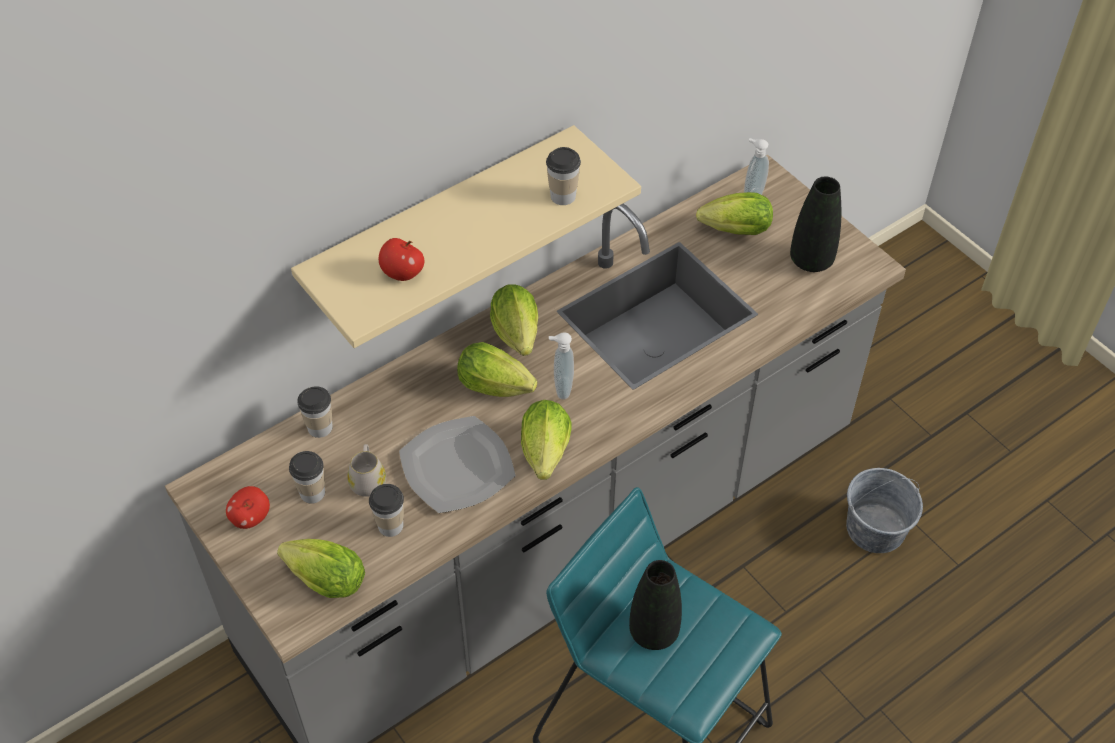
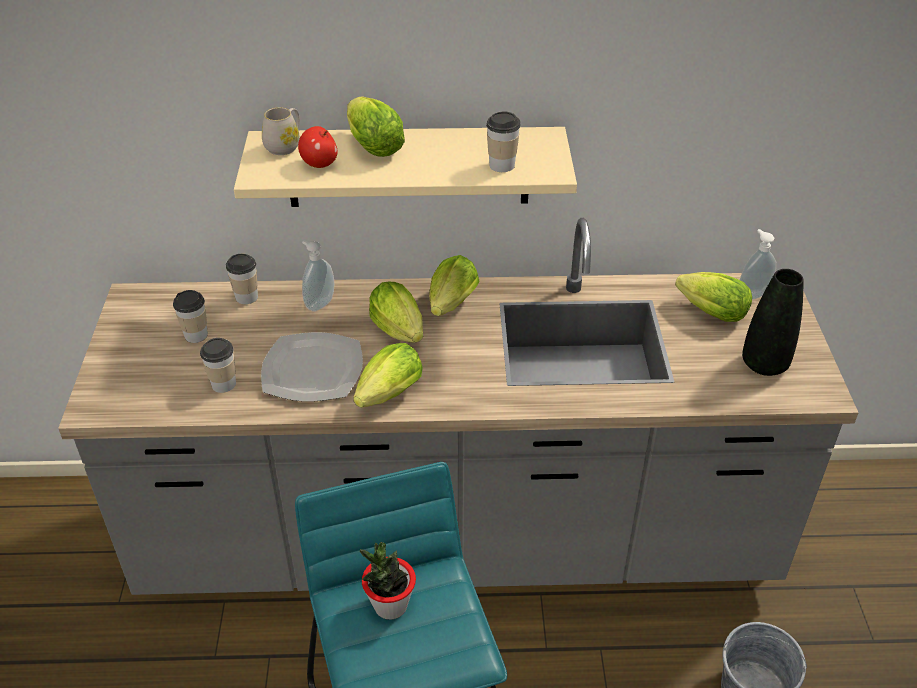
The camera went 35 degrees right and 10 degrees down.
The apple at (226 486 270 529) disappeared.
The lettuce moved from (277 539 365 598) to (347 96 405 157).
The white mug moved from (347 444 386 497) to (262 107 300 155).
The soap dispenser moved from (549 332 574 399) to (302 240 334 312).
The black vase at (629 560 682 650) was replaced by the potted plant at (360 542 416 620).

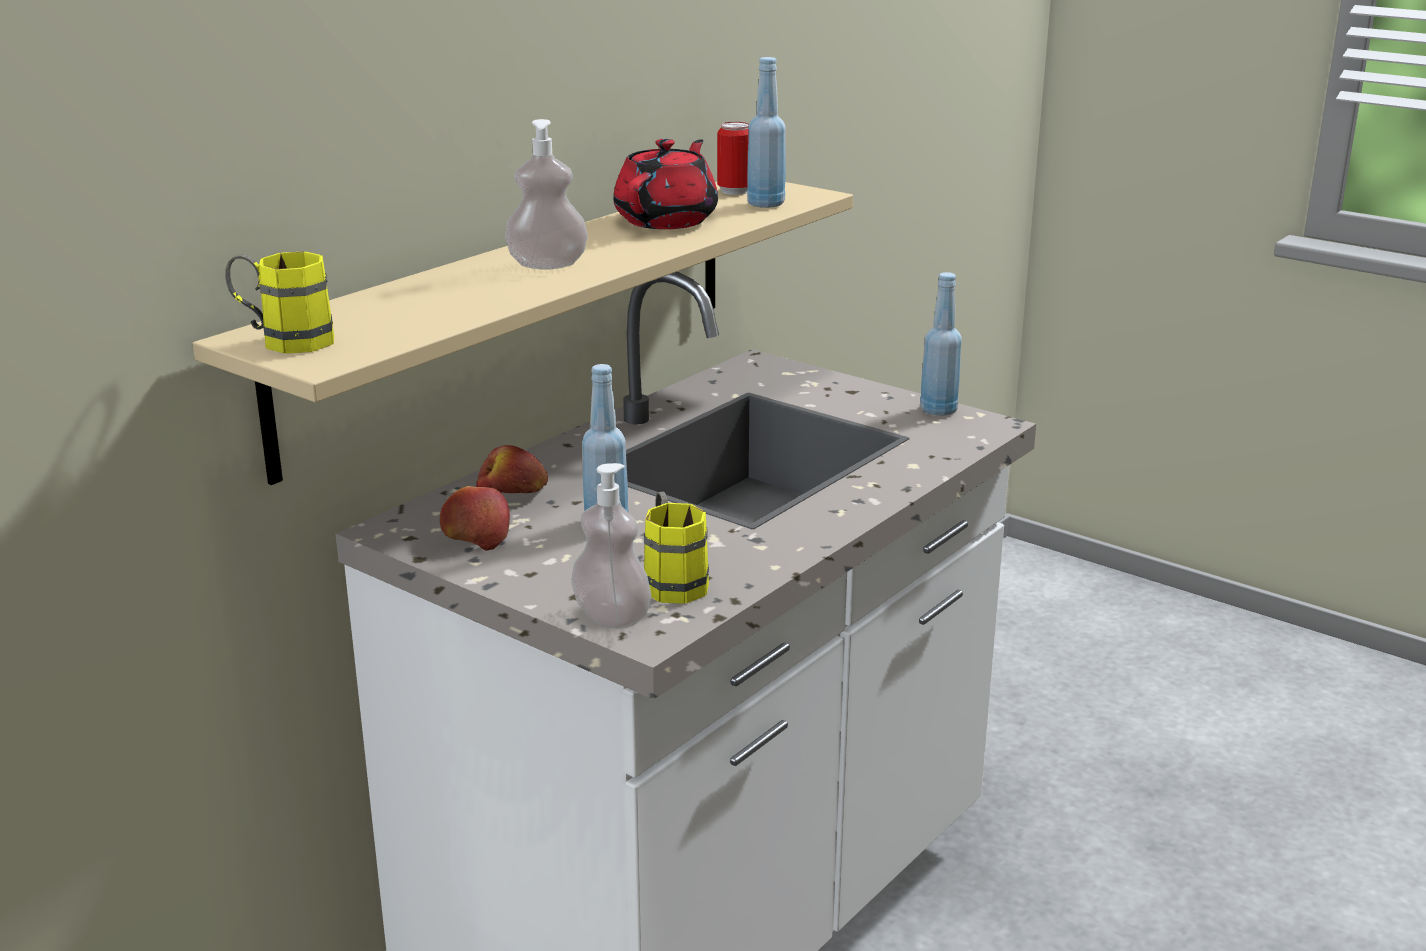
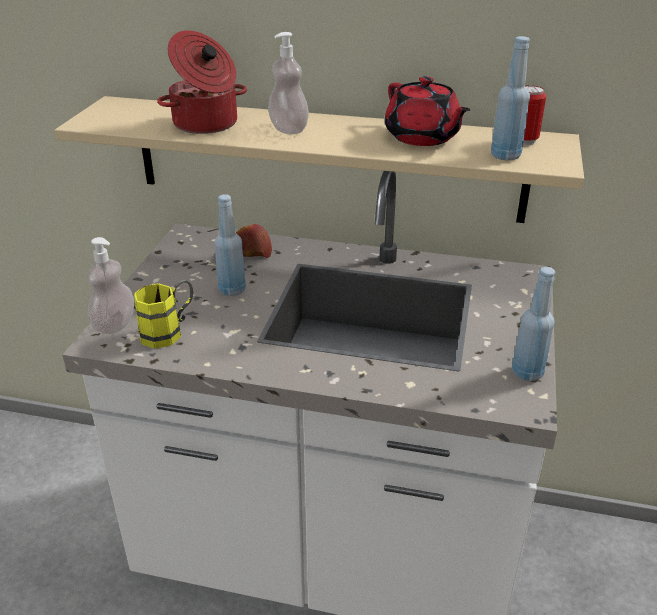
The camera went 65 degrees right and 10 degrees up.
The yellow mug at (225 251 334 354) disappeared.
The apple at (440 486 510 551) disappeared.
The red teapot at (613 139 718 229) turned 60 degrees clockwise.
The cooking pot at (157 30 247 134) appeared.

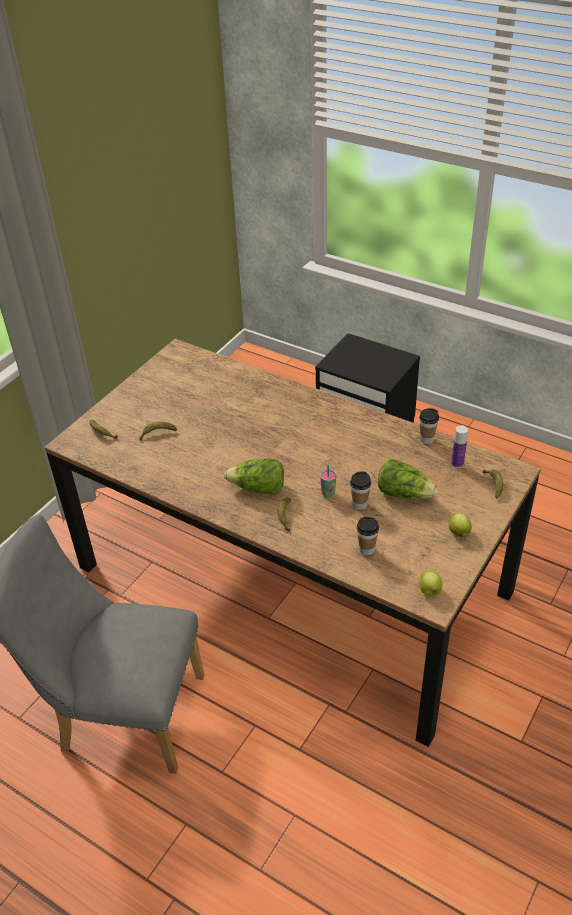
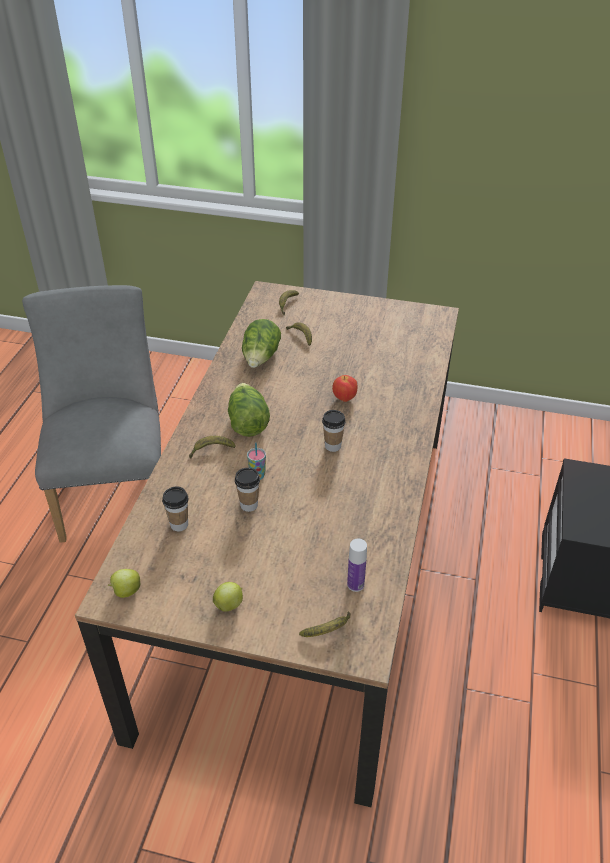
The camera went 70 degrees right and 0 degrees up.
The lettuce moved from (378 459 438 499) to (242 319 281 368).
The cup moved from (419 408 439 444) to (322 410 346 452).
The apple at (332 375 357 402) appeared.

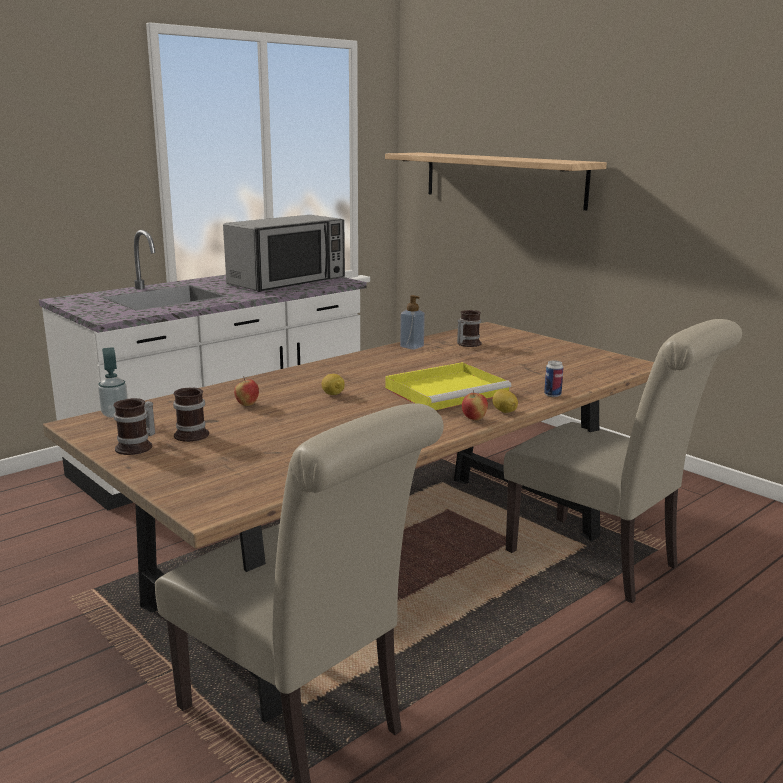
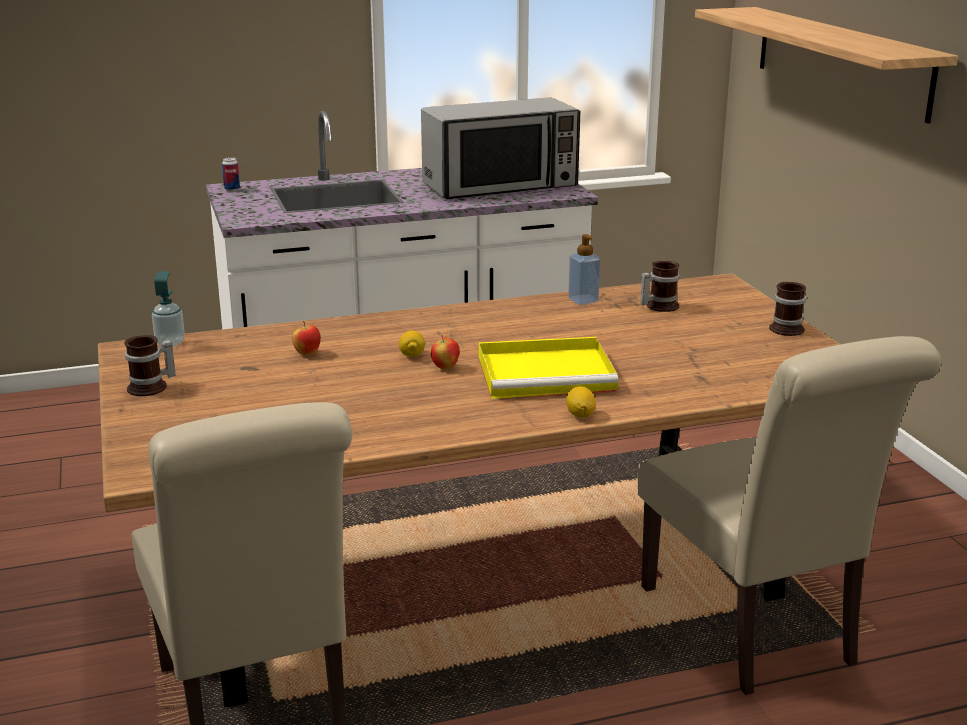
The camera went 25 degrees right and 5 degrees up.
The mug moved from (173 388 209 442) to (769 282 806 336).
The apple moved from (462 390 488 421) to (431 335 460 369).
The can moved from (544 361 563 397) to (222 157 240 191).

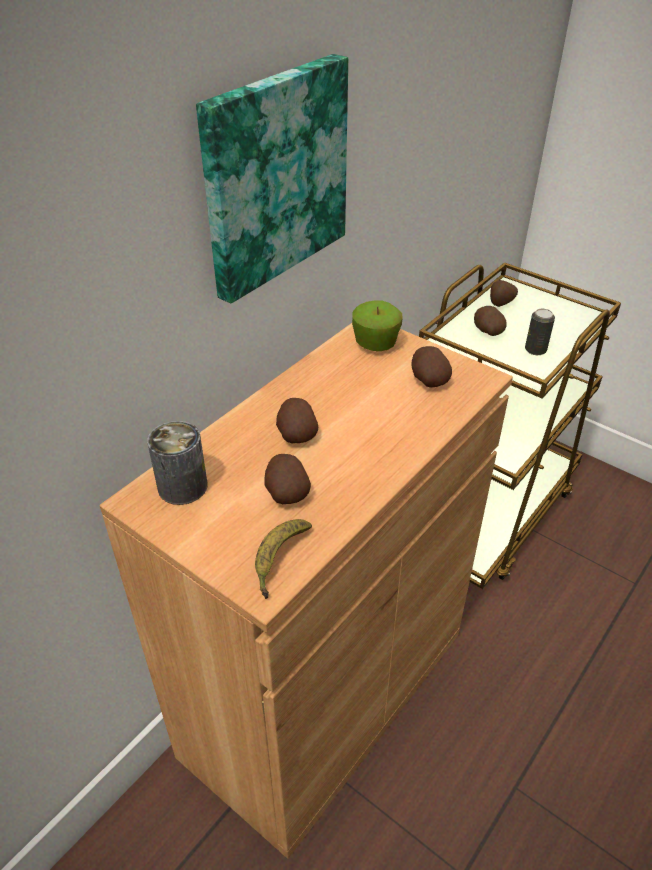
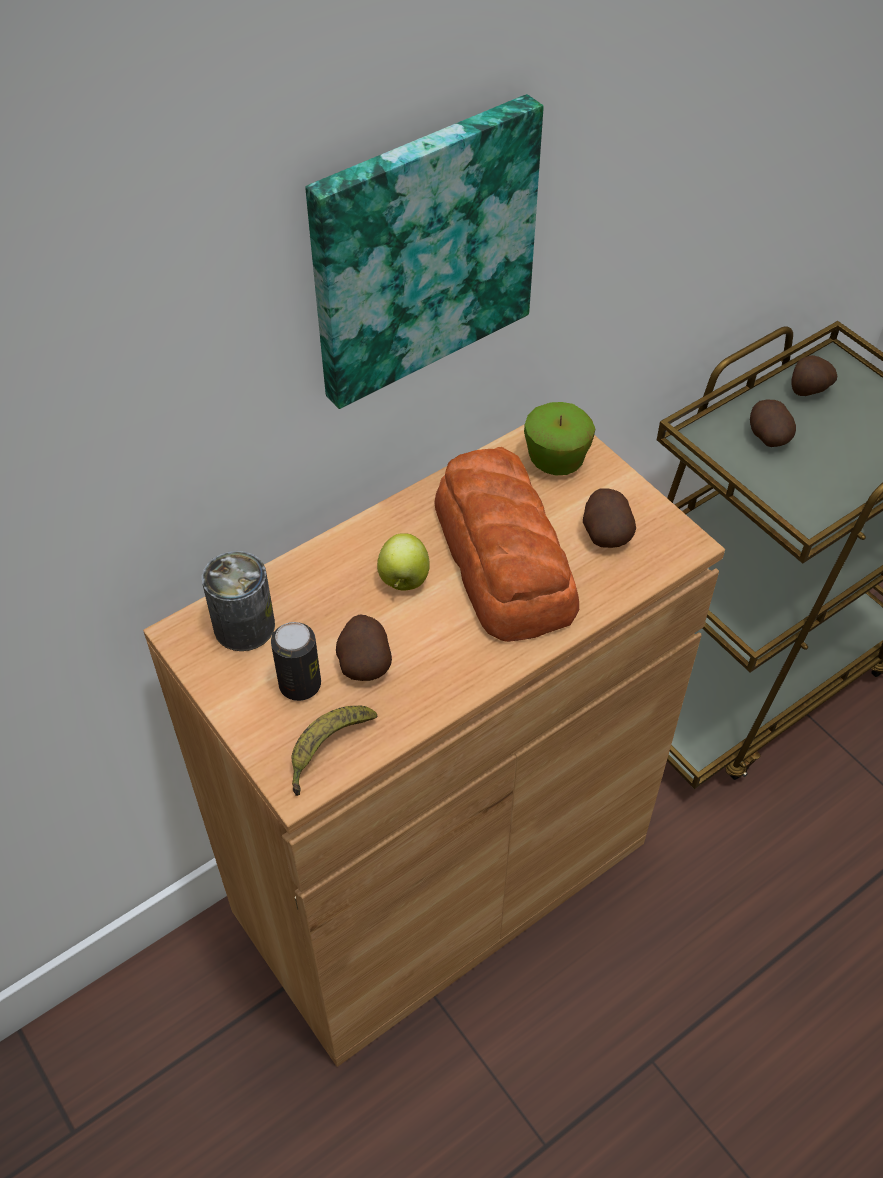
The camera went 15 degrees right and 10 degrees up.
The potato at (276 398 318 443) was replaced by the apple at (377 533 430 591).
The can moved from (525 309 555 355) to (271 622 321 701).
The bread at (434 447 579 642) appeared.

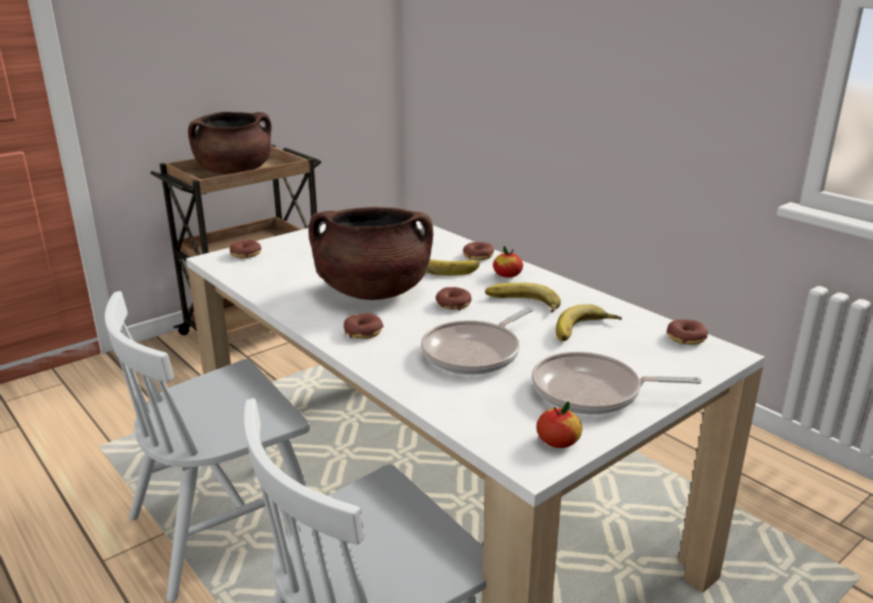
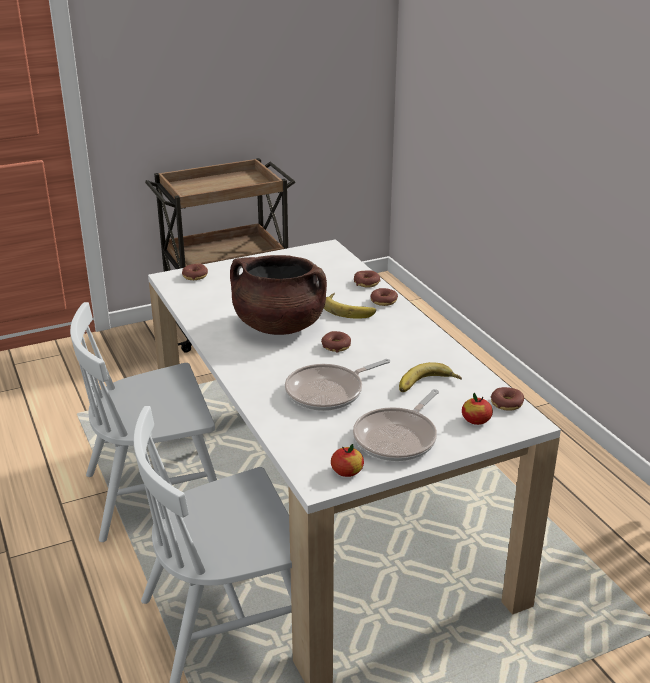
The camera went 15 degrees right and 5 degrees up.
The brown cooking pot at (188 112 272 175) disappeared.
The donut moved from (344 313 384 339) to (354 270 381 288).
The banana at (485 282 561 312) disappeared.
The apple moved from (493 246 523 278) to (462 393 493 425).
The frying pan at (531 352 702 415) turned 75 degrees counterclockwise.

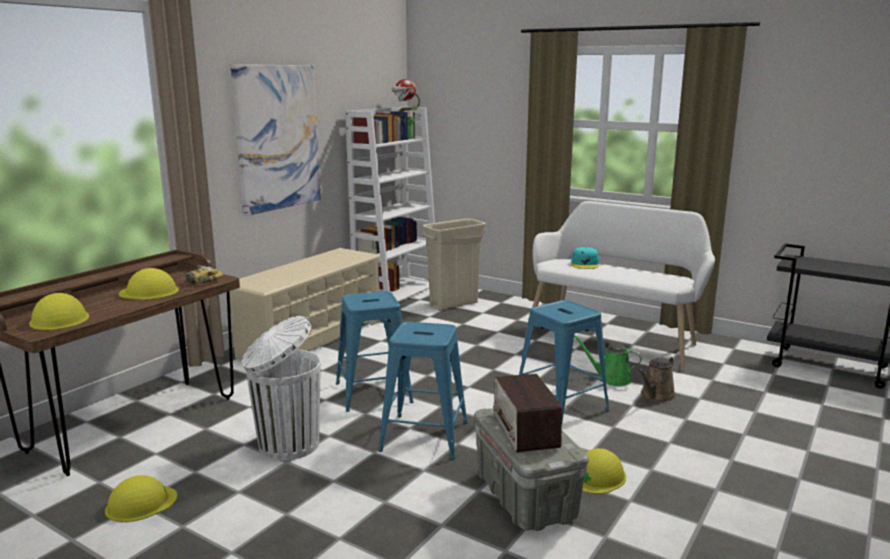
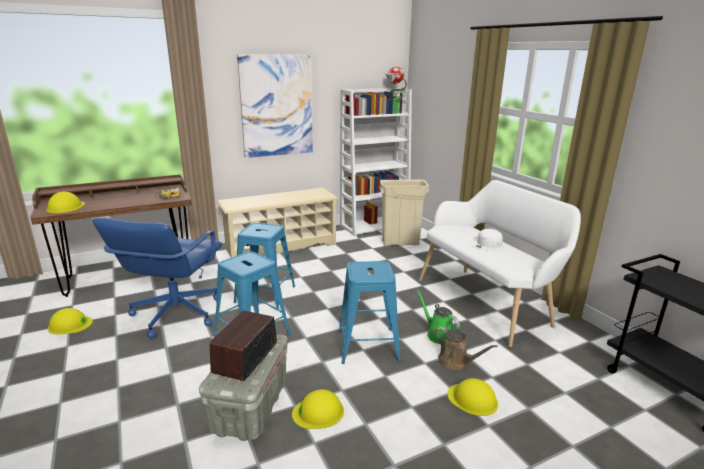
The camera went 30 degrees right and 5 degrees up.
The yellow hard hat moved from (119 268 179 300) to (447 378 498 416).
The white trash can at (241 316 321 461) was replaced by the blue office chair at (92 218 222 338).
The turquoise cap at (571 247 599 269) disappeared.
The brown watering can at (638 356 676 402) turned 120 degrees counterclockwise.
The white cap at (471 229 503 250) appeared.

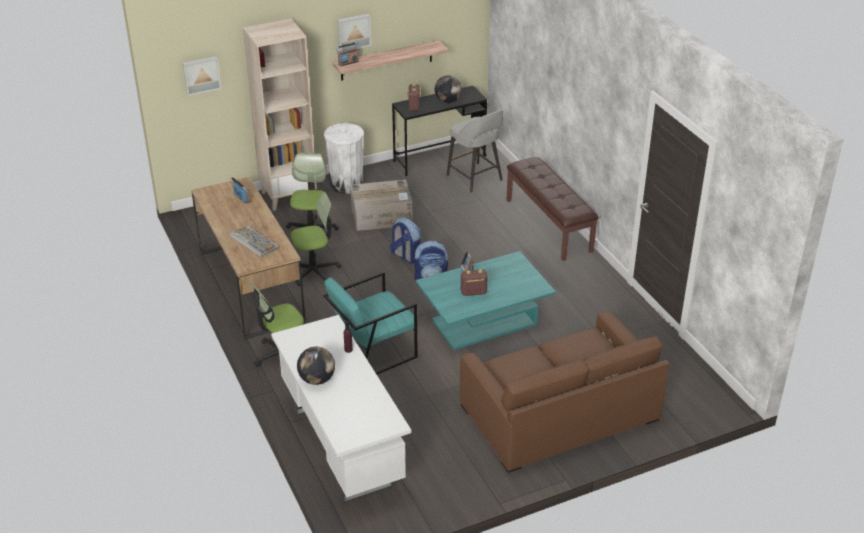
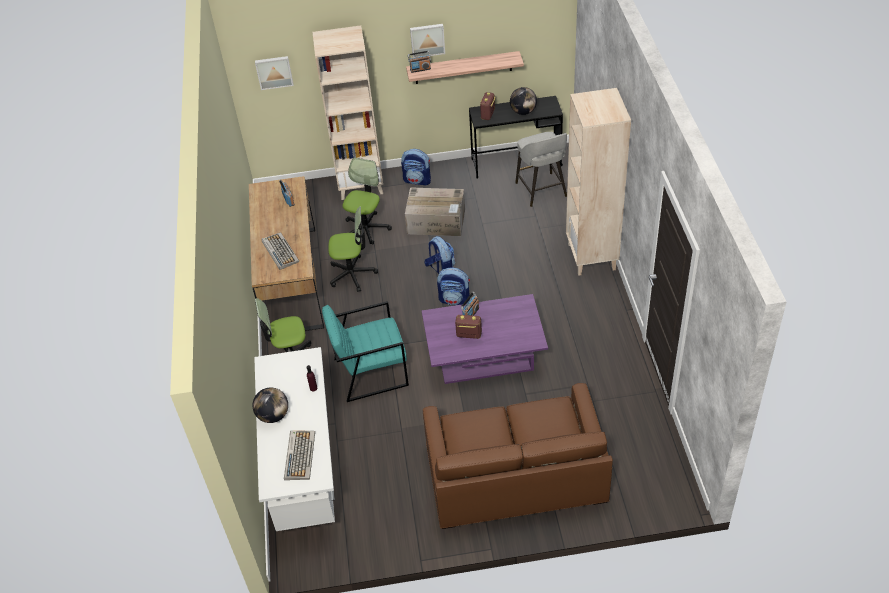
The camera went 20 degrees right and 10 degrees up.
The white trash can at (324 123 364 194) was replaced by the backpack at (401 149 431 185).
The turquoise coffee table at (416 251 556 350) became the purple coffee table at (422 294 548 384).
The brown bench at (507 157 599 261) was replaced by the beige bookcase at (566 88 631 276).
The keyboard at (284 430 315 480) appeared.

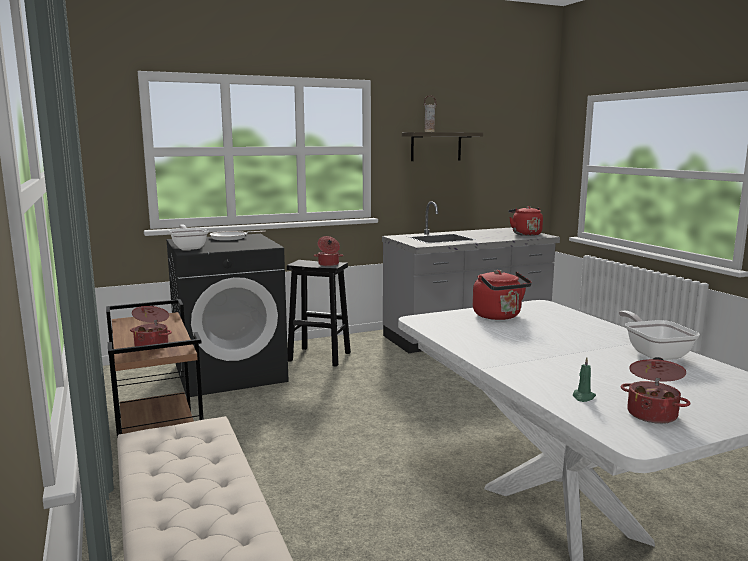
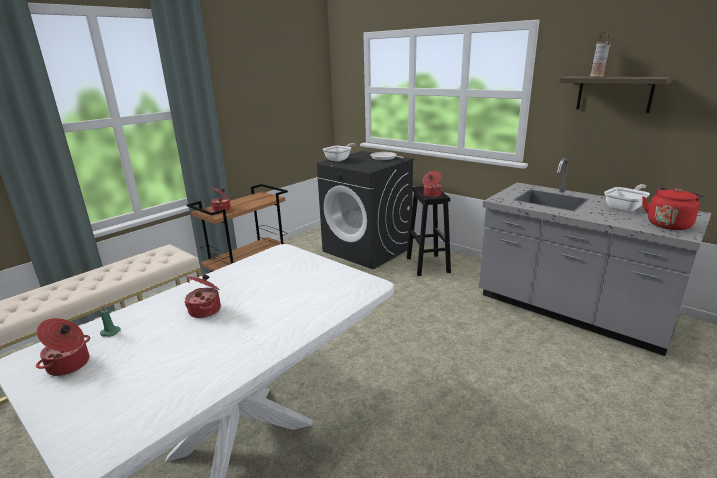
The camera went 65 degrees right and 10 degrees up.
The red kettle at (473 270 532 320) disappeared.
The frying pan moved from (619 311 700 360) to (604 184 650 212).
The cooking pot at (184 274 221 318) appeared.

